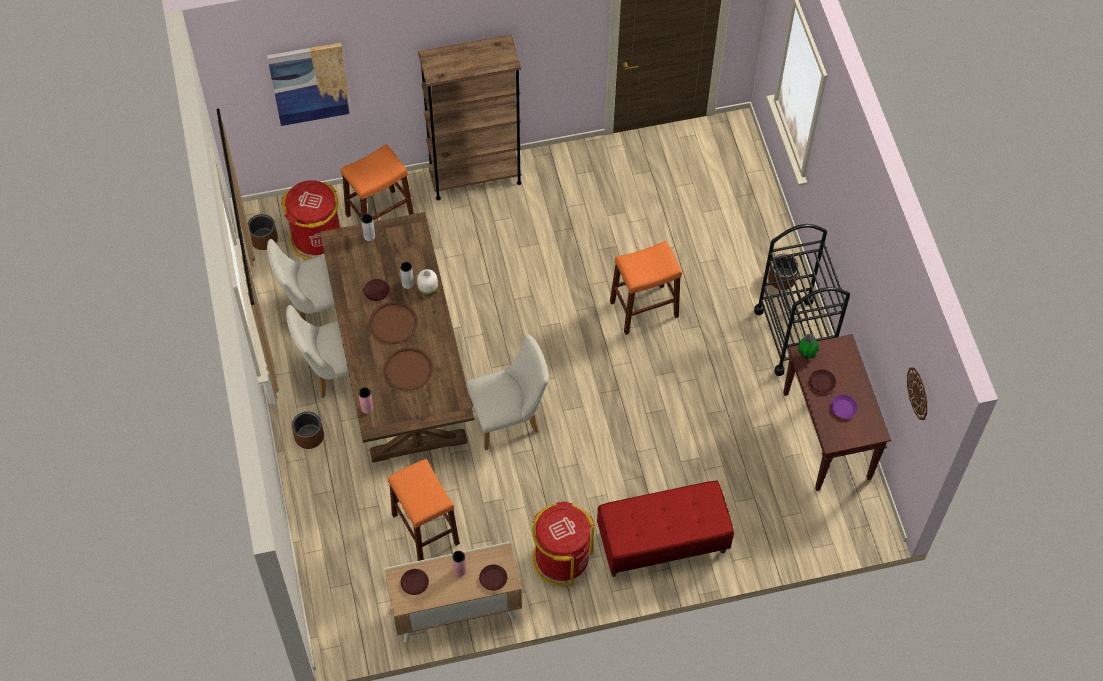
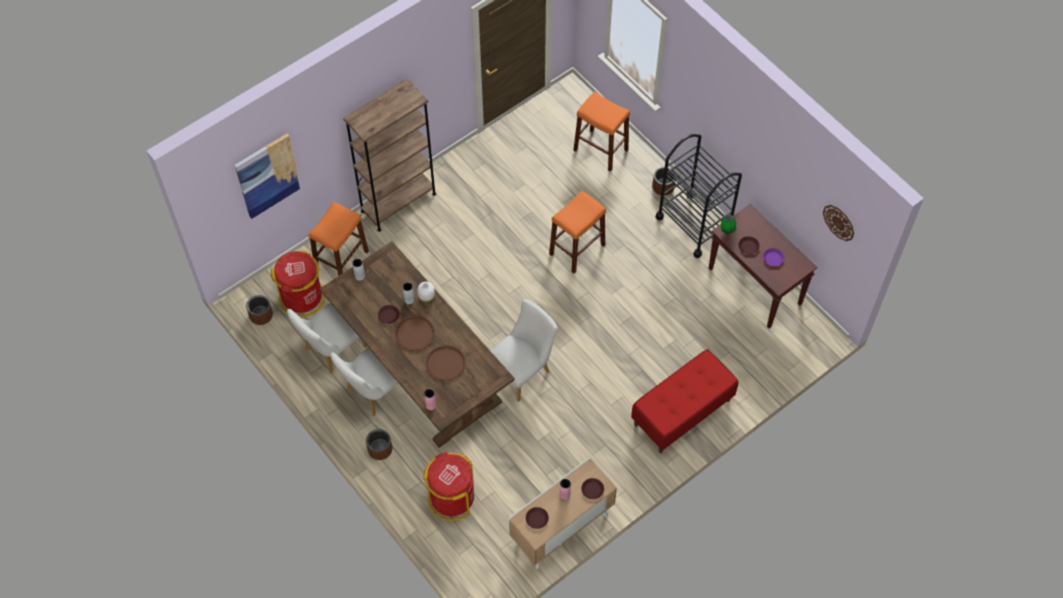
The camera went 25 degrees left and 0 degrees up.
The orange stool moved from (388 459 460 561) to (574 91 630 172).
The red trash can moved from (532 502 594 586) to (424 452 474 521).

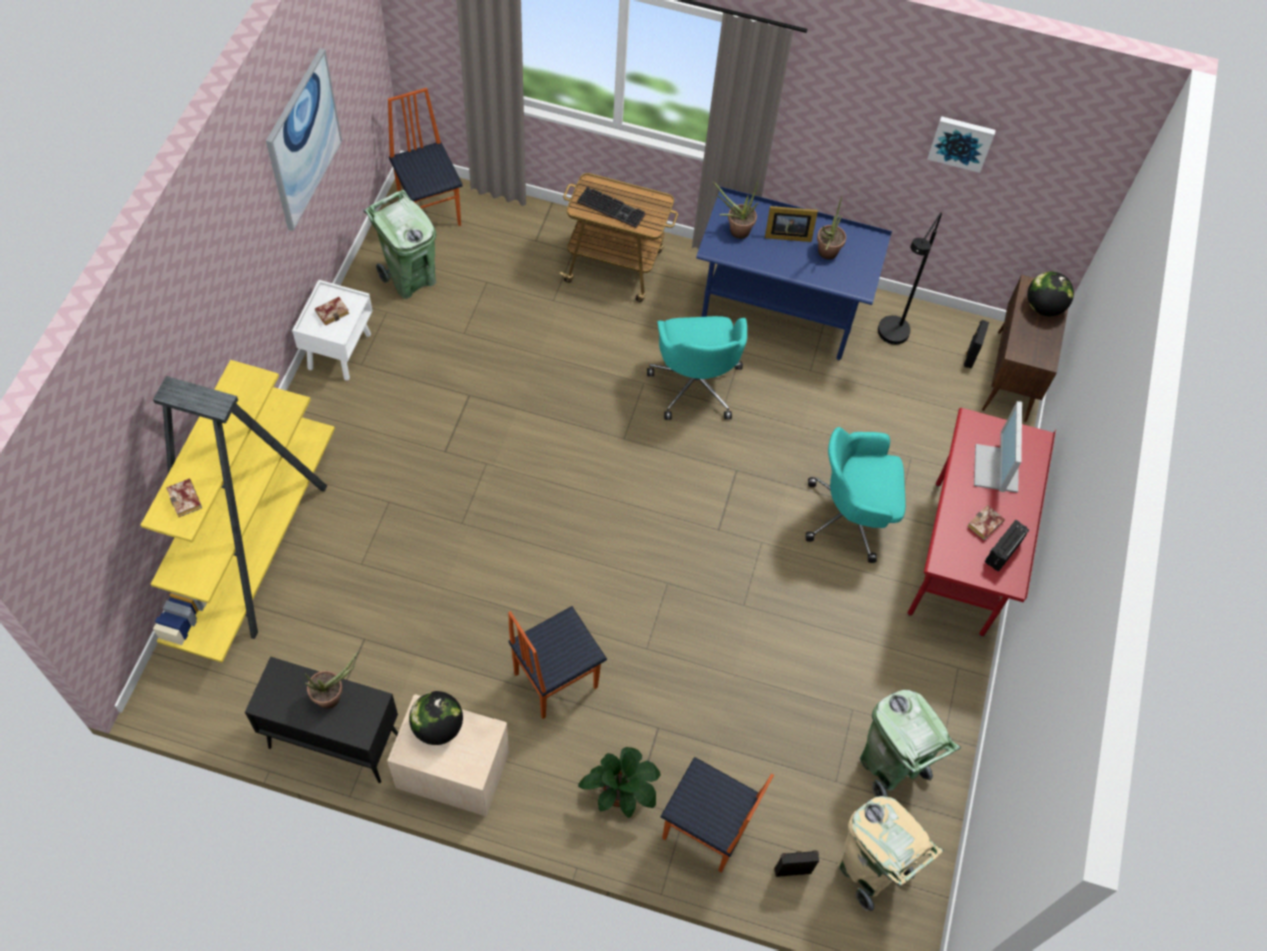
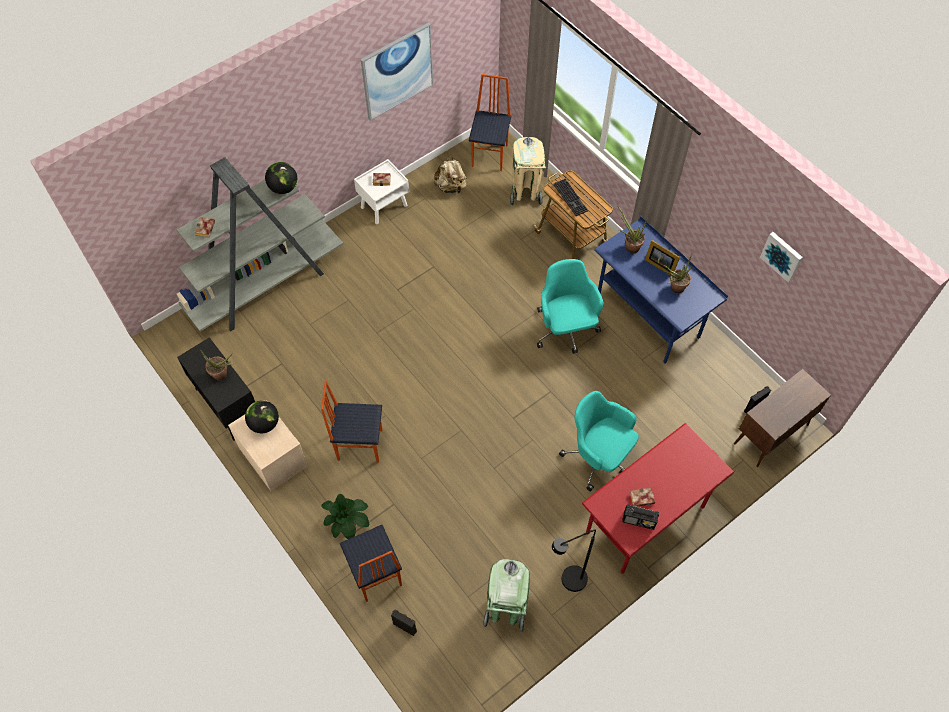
The camera went 40 degrees right and 0 degrees up.
The yellow bookcase at (141 360 335 663) became the grey bookcase at (177 157 343 332).
The green trash can at (364 190 436 299) was replaced by the beige backpack at (434 156 467 194).
The turquoise office chair at (647 316 747 420) turned 135 degrees clockwise.
The beige trash can moved from (838 796 944 911) to (510 137 547 206).
The black floor lamp moved from (878 213 942 345) to (552 529 596 592).
The monitor at (974 401 1022 493) disappeared.
The radio at (985 520 1029 572) turned 150 degrees counterclockwise.
The globe moved from (1027 271 1074 316) to (265 162 297 194).

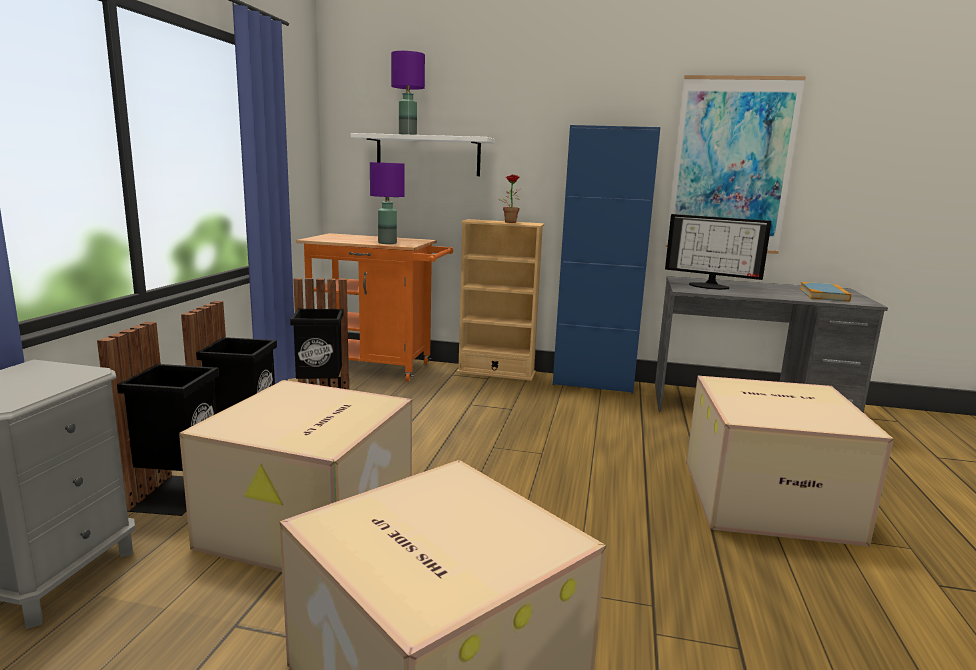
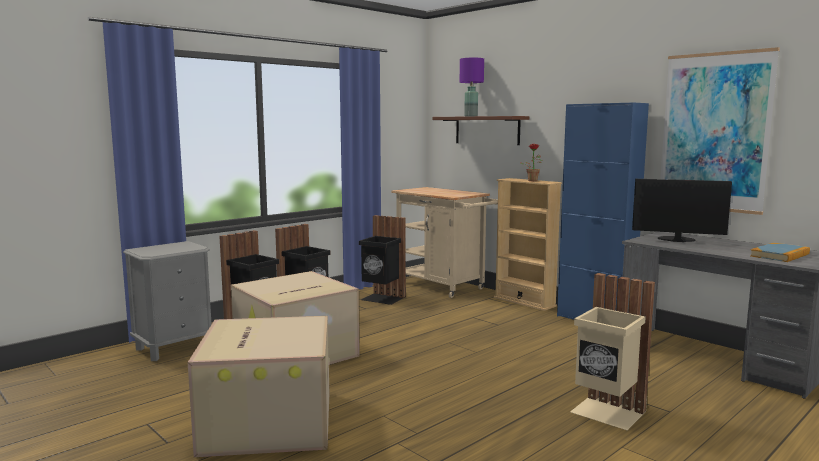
The camera went 35 degrees right and 5 degrees down.
The orange cart at (296 233 453 382) became the beige cart at (391 187 498 298).
The white shelf at (351 133 495 176) became the brown shelf at (432 116 529 145).
The purple table lamp at (370 162 405 244) disappeared.
The monitor at (665 214 772 290) turned 135 degrees clockwise.
The cardboard box at (686 376 894 547) was replaced by the beige trash can at (570 273 655 430).

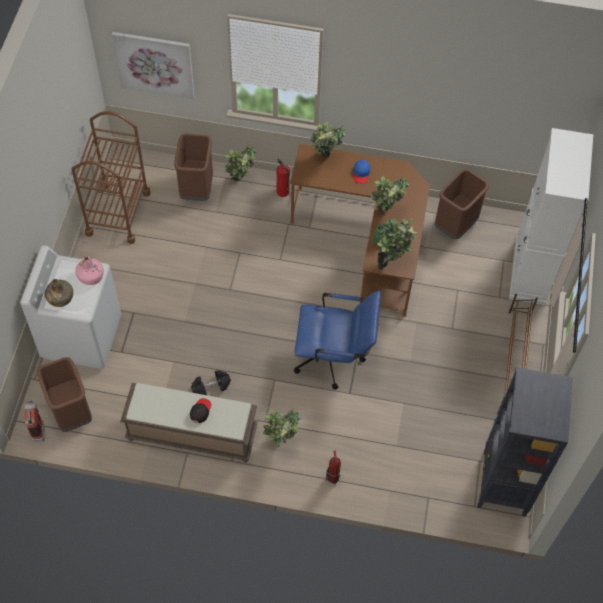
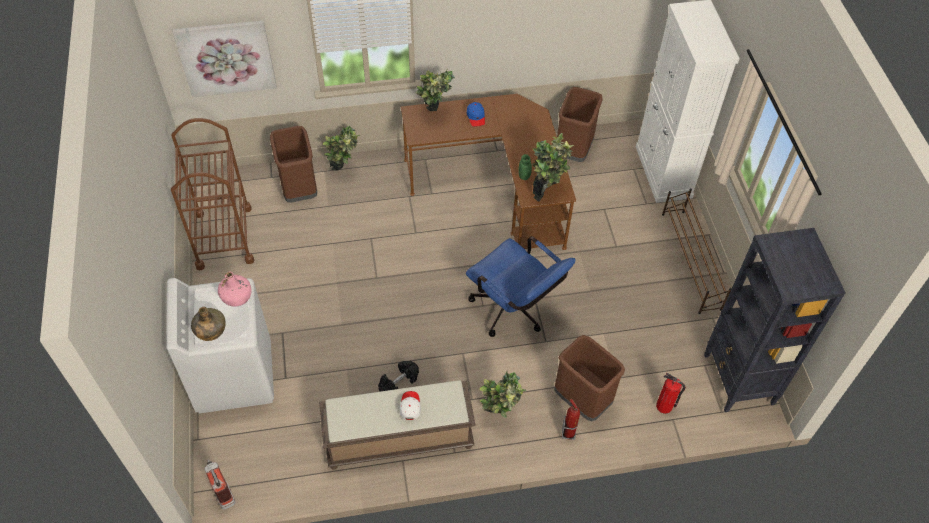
The camera went 20 degrees left and 5 degrees down.
The brown trash can moved from (37 357 92 432) to (554 335 625 421).
The black cap at (190 398 211 423) became the white cap at (400 391 421 420).
The fire extinguisher moved from (277 158 290 197) to (656 373 686 414).
The blue office chair at (294 290 381 389) turned 60 degrees clockwise.
The potted plant at (371 176 409 211) disappeared.

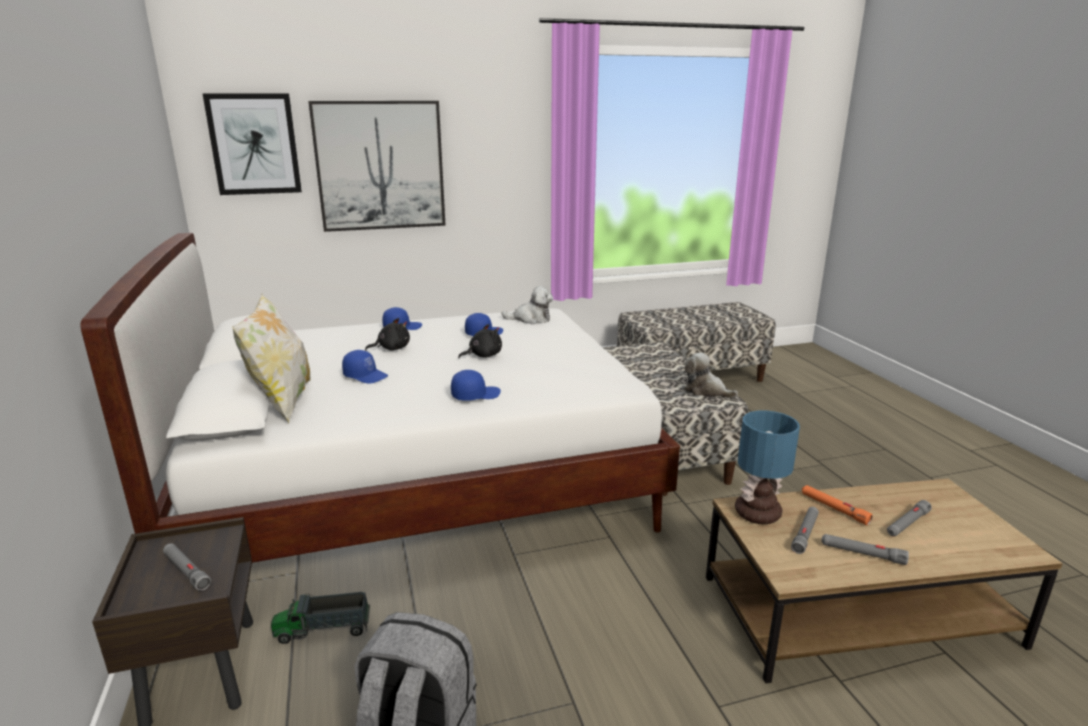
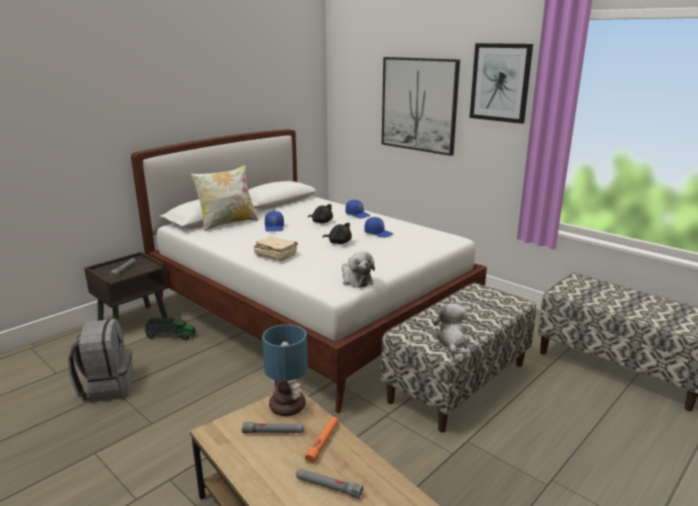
The camera went 60 degrees right and 0 degrees up.
The picture moved from (202 93 302 195) to (470 43 533 124).
The toy truck at (271 592 370 644) turned 135 degrees clockwise.
The blue cap at (451 370 501 401) was replaced by the beige book at (254 236 298 261).
The plush toy moved from (501 286 553 324) to (342 252 375 288).
The grey flashlight at (821 534 909 565) disappeared.

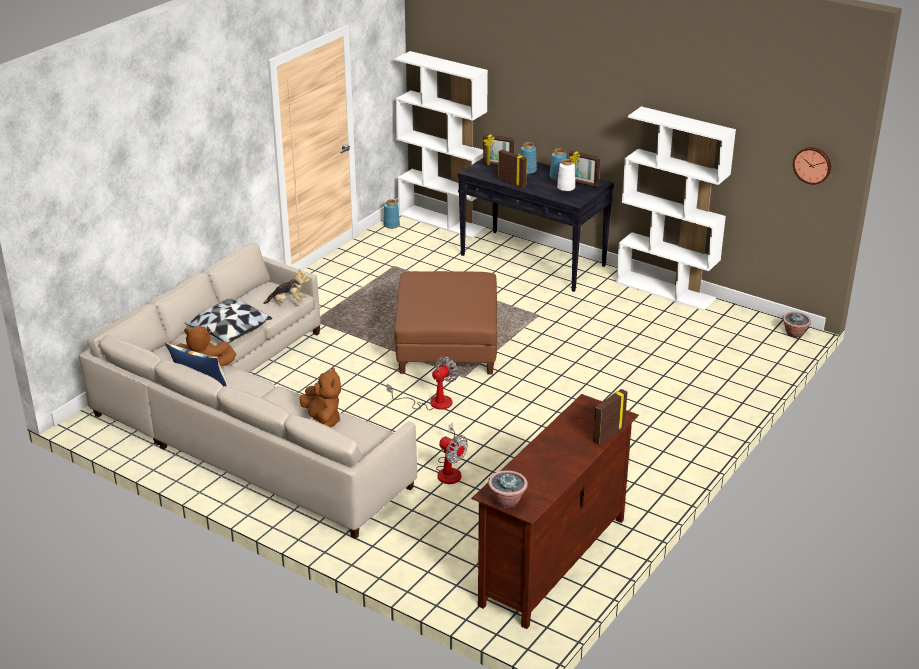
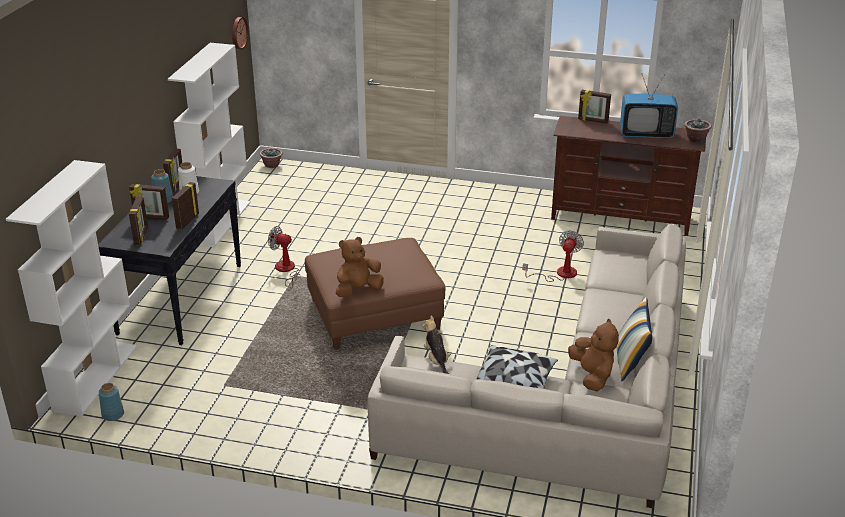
The camera went 110 degrees left and 0 degrees up.
The brown plush toy moved from (300 367 341 427) to (336 237 384 297).
The fan moved from (387 356 458 410) to (268 226 300 288).
The blue vase at (520 142 537 174) was replaced by the picture frame at (129 184 169 220).
The television at (620 74 678 138) appeared.

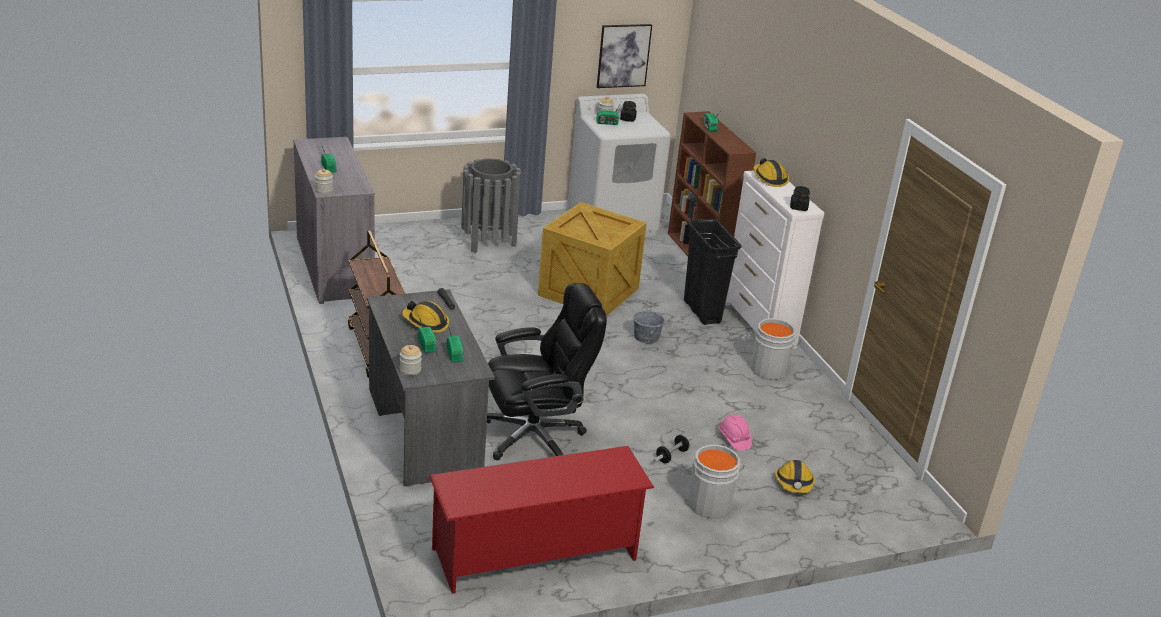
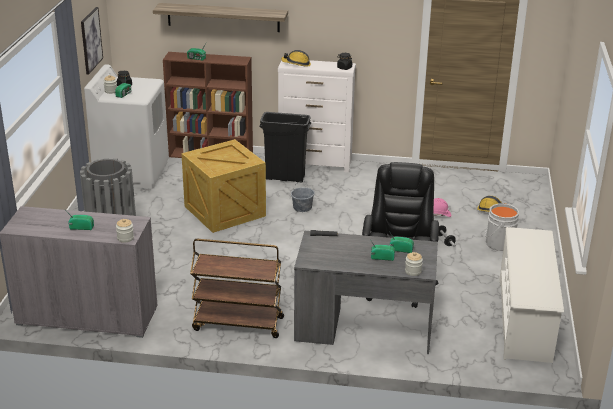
The camera went 60 degrees left and 0 degrees up.
The hard hat at (402 301 449 333) disappeared.
The red shoe rack at (429 446 654 594) became the white shoe rack at (499 227 564 363).
The grey bucket at (746 318 801 380) disappeared.
The shelf at (153 3 288 32) appeared.

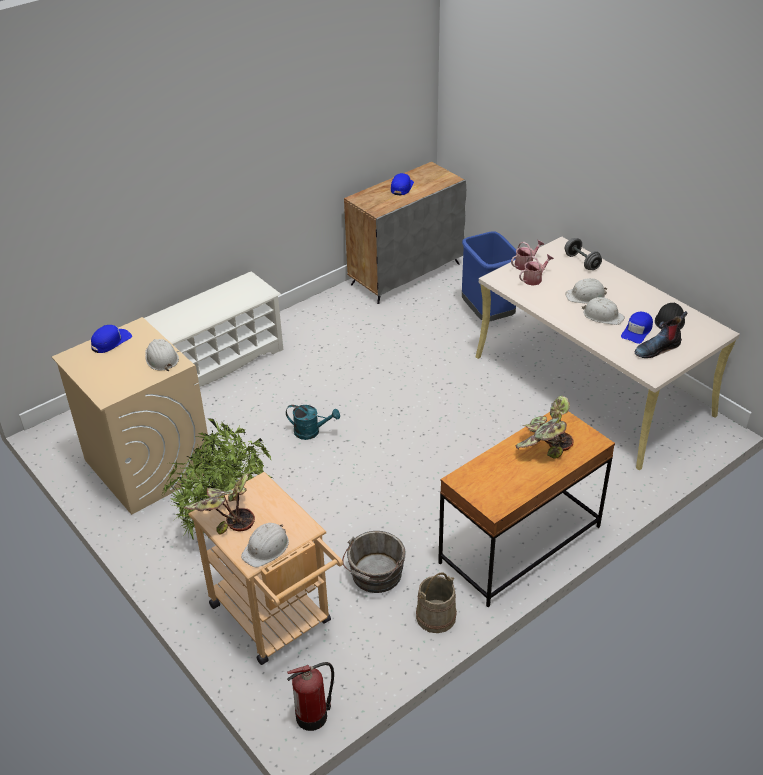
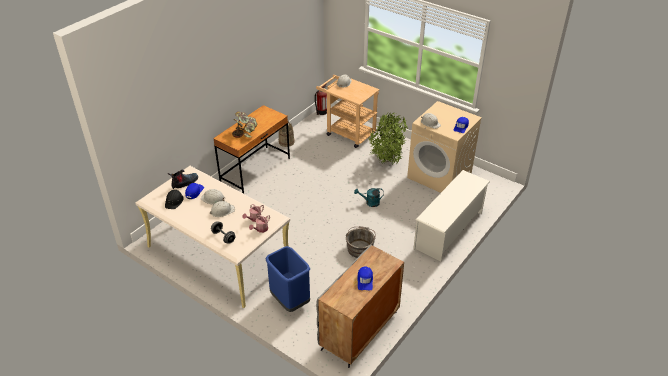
The camera went 165 degrees right and 0 degrees up.
The potted plant at (184 473 255 534) disappeared.
The grey bucket moved from (342 531 406 593) to (346 226 376 258).

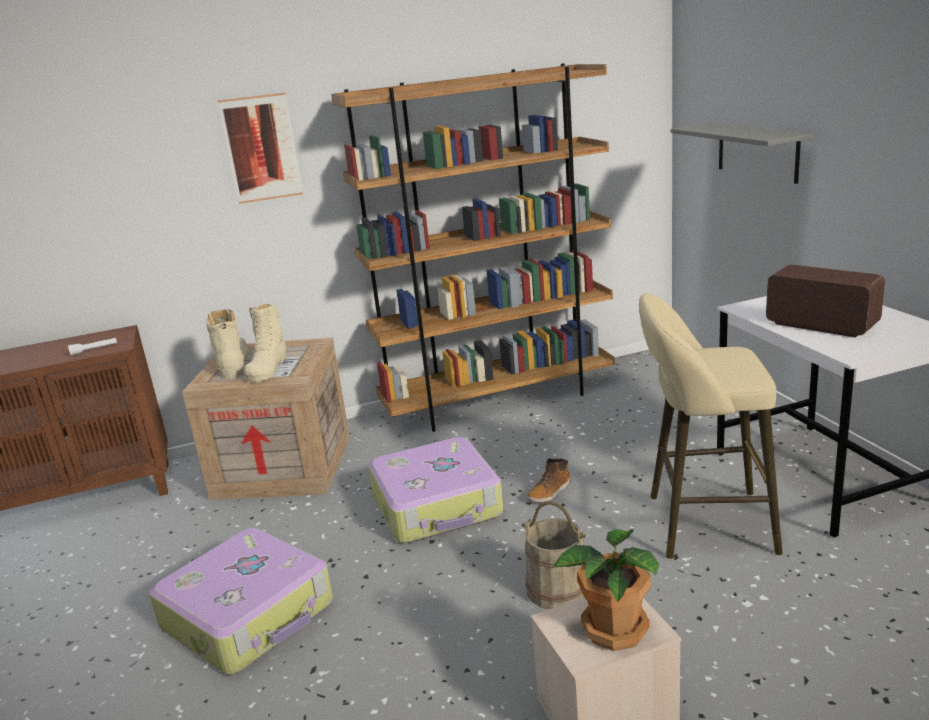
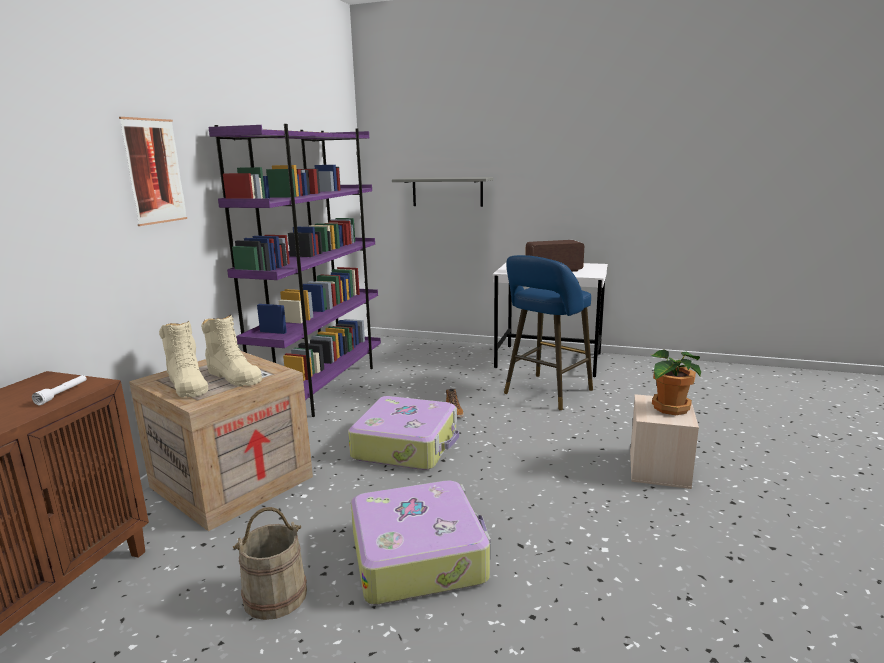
The camera went 55 degrees left and 5 degrees down.
The beige boot at (206 309 249 378) turned 150 degrees counterclockwise.
The brown bookcase at (331 63 615 432) became the purple bookcase at (208 124 381 417).
The beige bucket moved from (522 501 586 609) to (233 507 307 620).
The beige stool at (639 293 783 559) became the blue stool at (504 255 593 410).

